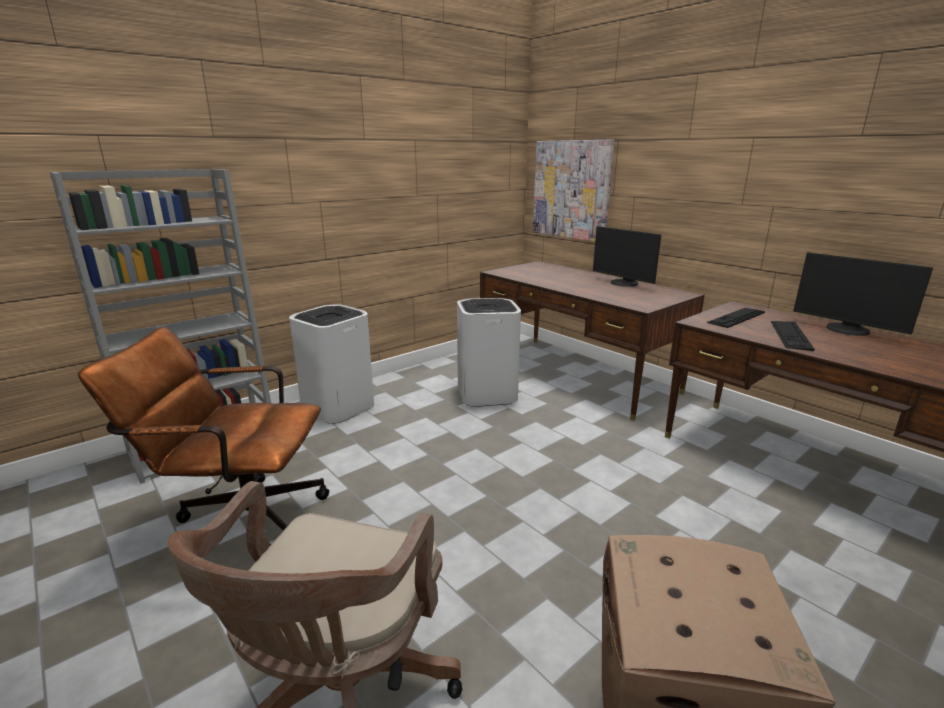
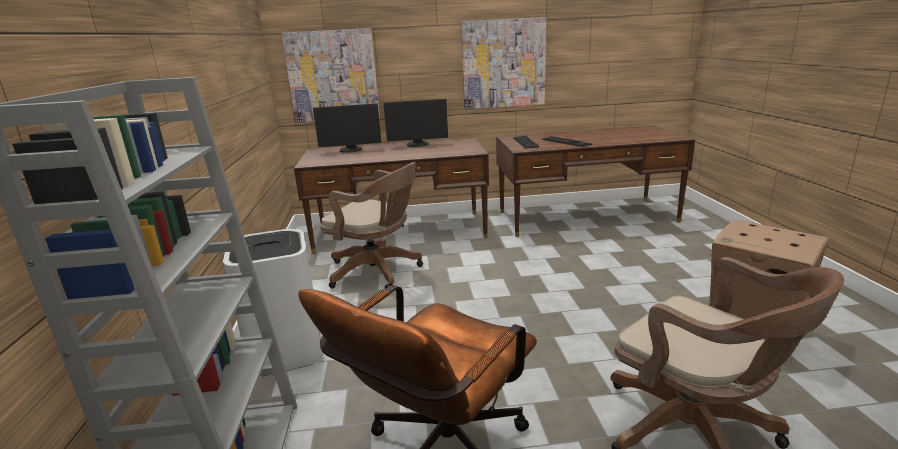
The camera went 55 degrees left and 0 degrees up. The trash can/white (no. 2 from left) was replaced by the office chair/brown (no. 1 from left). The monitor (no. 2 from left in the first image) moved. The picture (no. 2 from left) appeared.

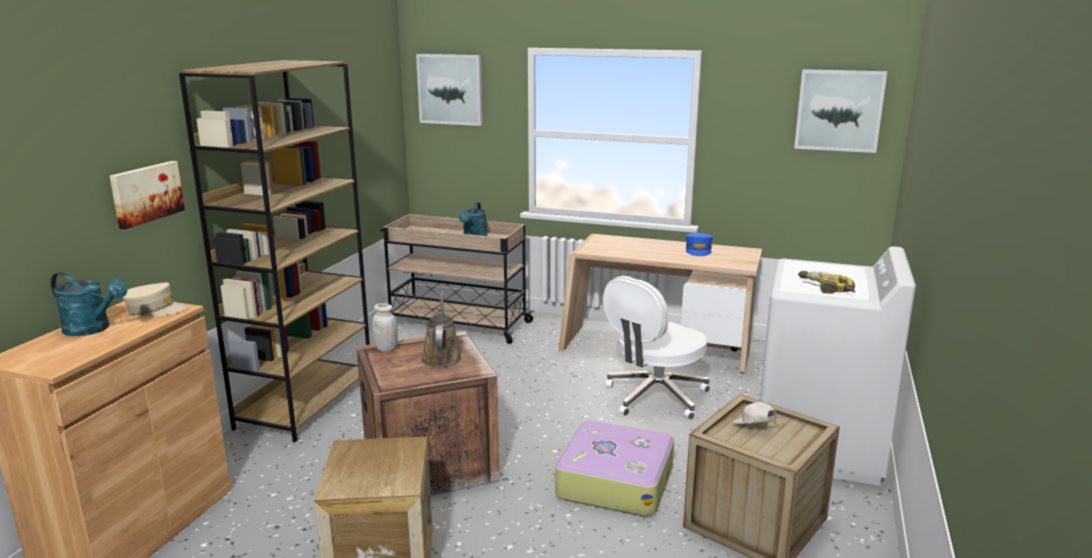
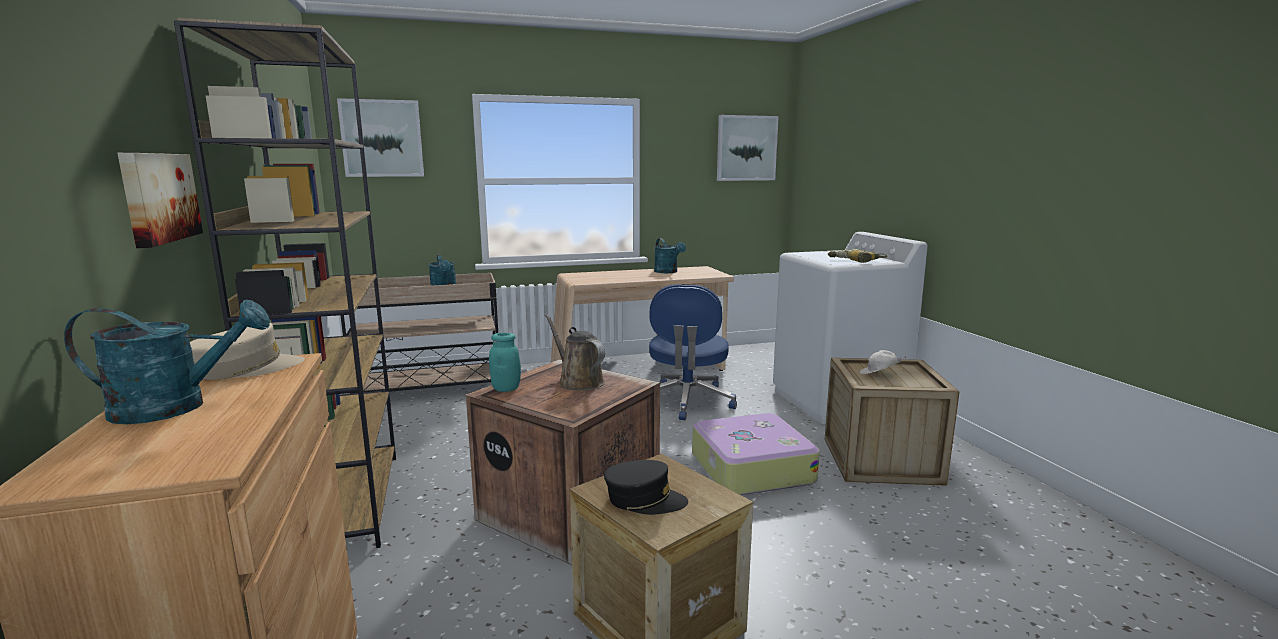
The camera went 35 degrees left and 5 degrees down. The jar/white became the jar/turquoise. The office chair/white became the office chair/blue. The cap/blue was replaced by the watering can/turquoise (no. 3 from left). The cap/black appeared.

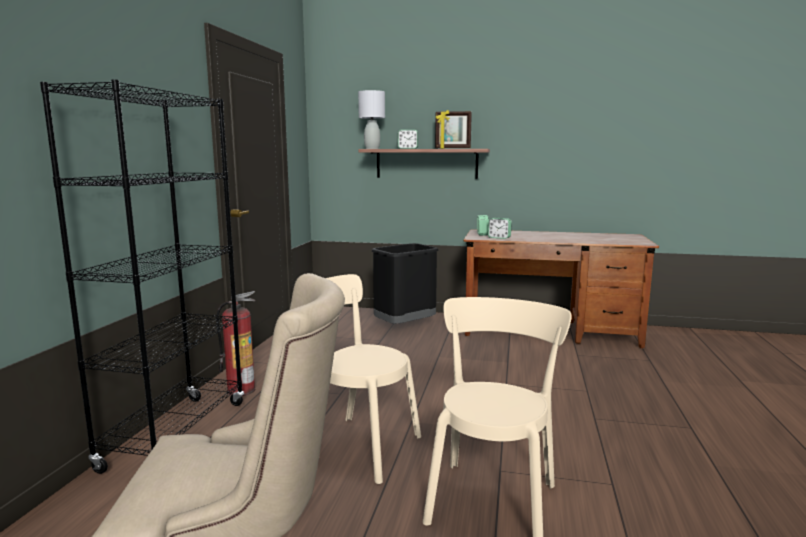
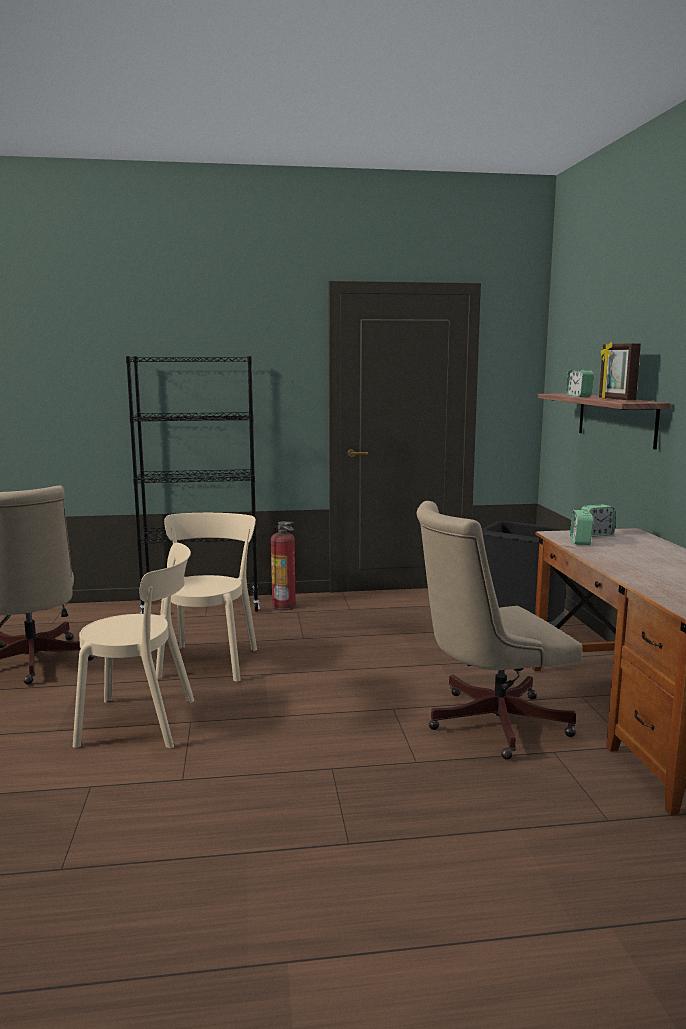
The camera went 70 degrees right and 0 degrees up. The table lamp/grey disappeared. The office chair/beige (no. 2 from left) appeared.

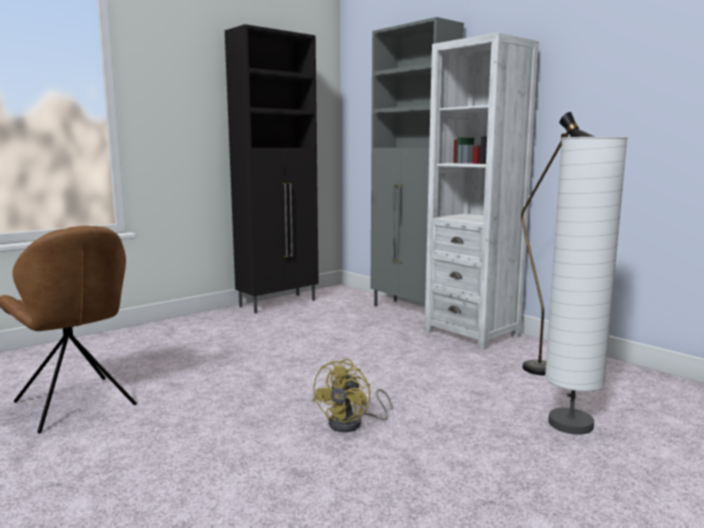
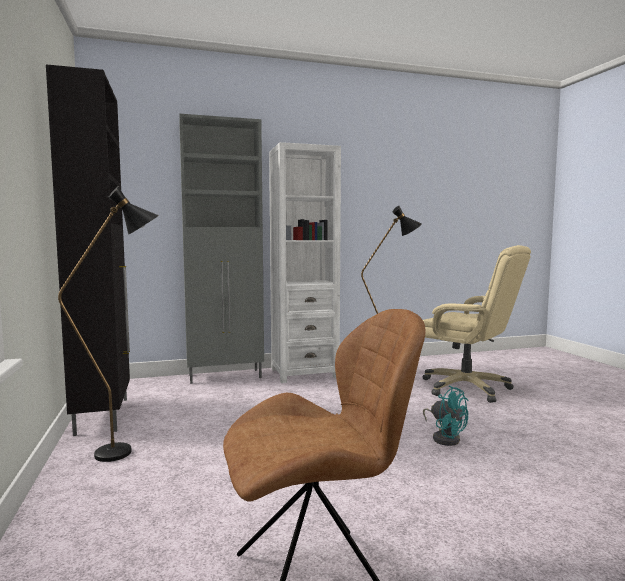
The camera went 65 degrees left and 5 degrees down. The fan/yellow became the fan/turquoise. The floor lamp/white was replaced by the office chair/beige. The floor lamp/black (no. 1 from left) appeared.

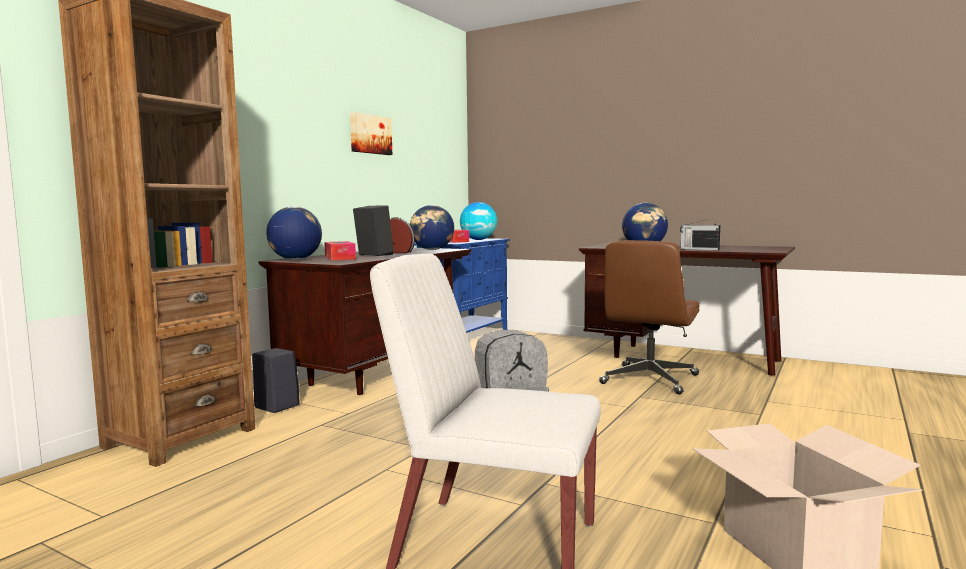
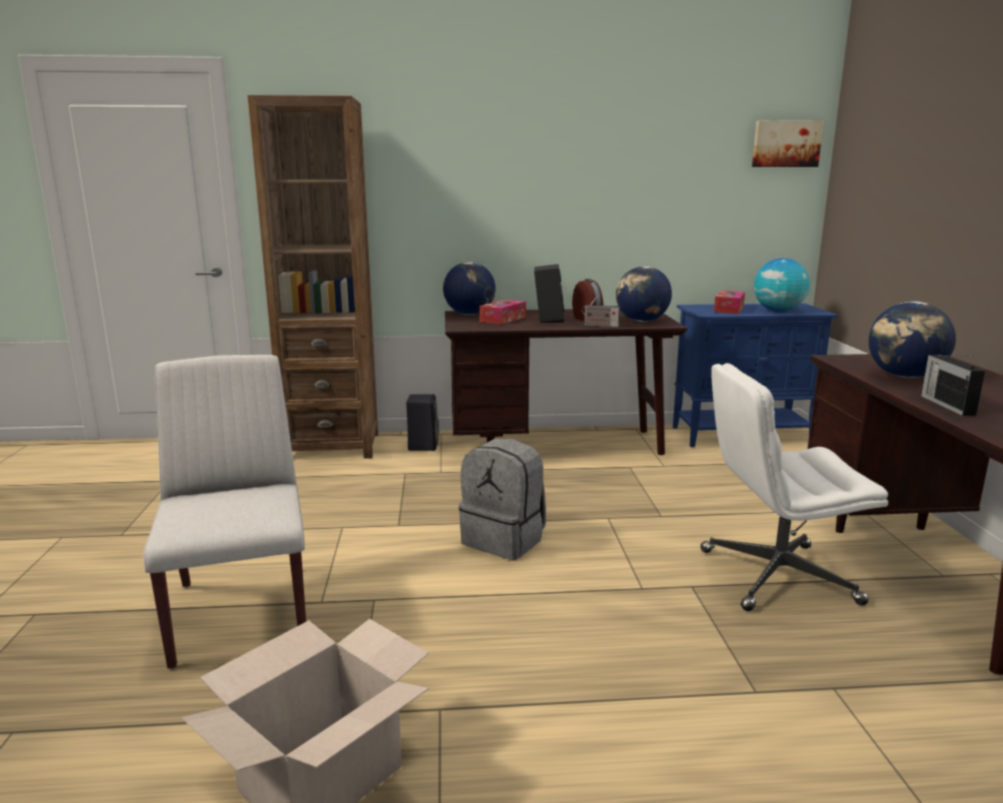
The camera went 55 degrees right and 10 degrees up. The picture moved. The office chair/brown became the office chair/white. The radio (no. 1 from left) appeared.

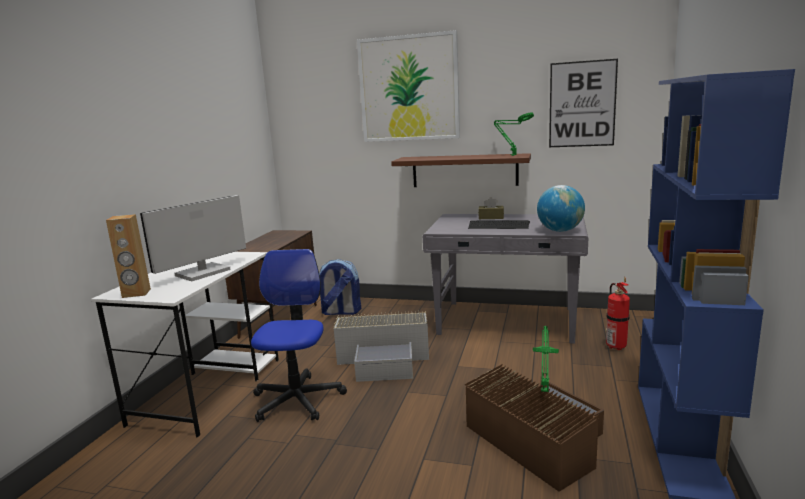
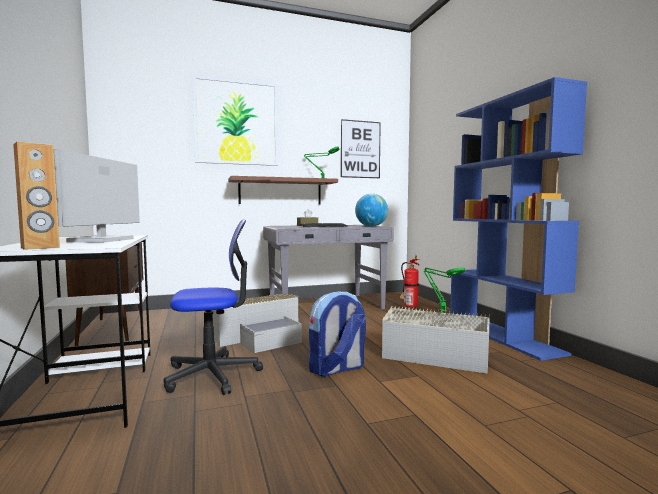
The camera went 35 degrees left and 10 degrees down. The office chair turned 105 degrees clockwise. The backpack moved. The storage box/brown became the storage box/grey (no. 2 from left).

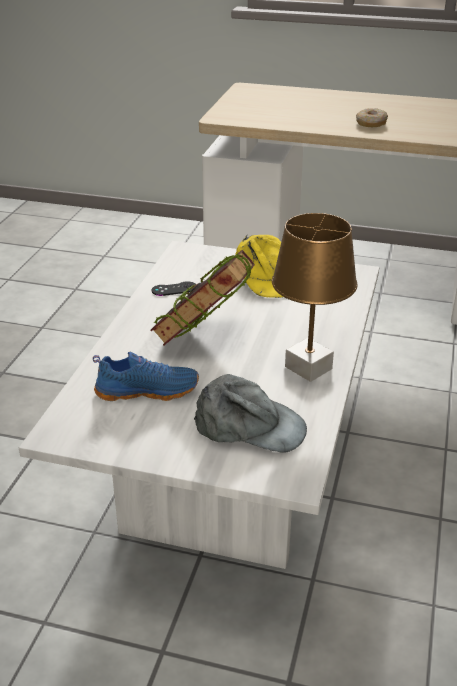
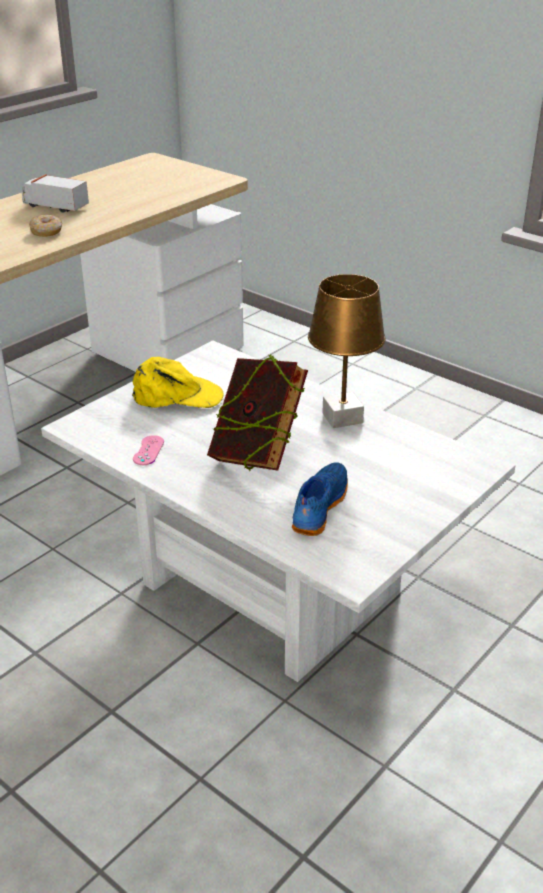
The camera went 65 degrees left and 0 degrees up. The game controller/black became the game controller/pink. The cap/grey disappeared. The toy truck appeared.

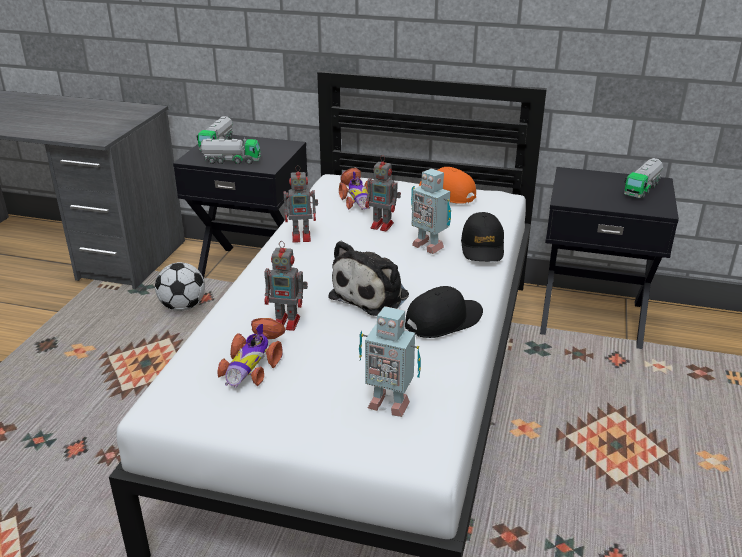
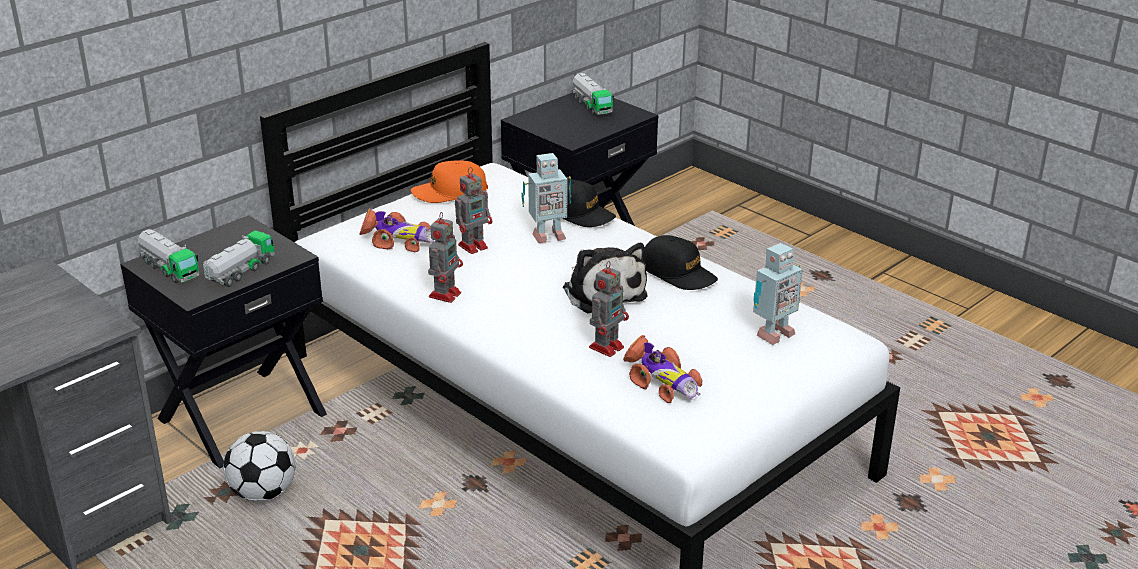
The camera went 60 degrees left and 0 degrees up. The cap/black (no. 1 from left in the first image) turned 135 degrees clockwise.

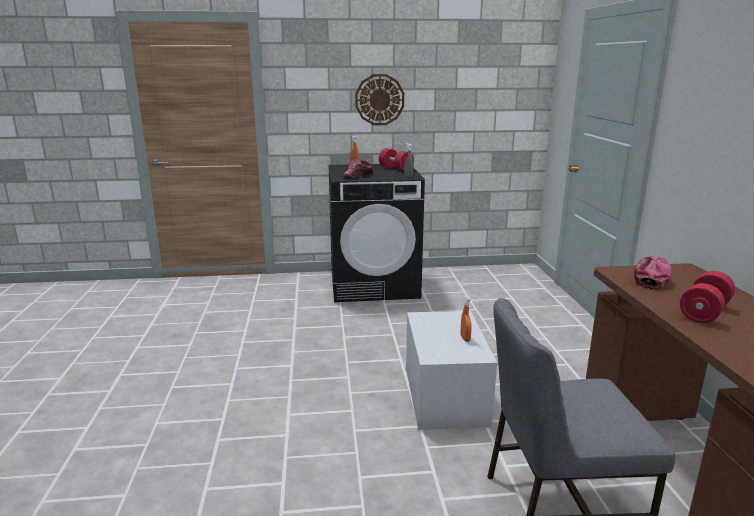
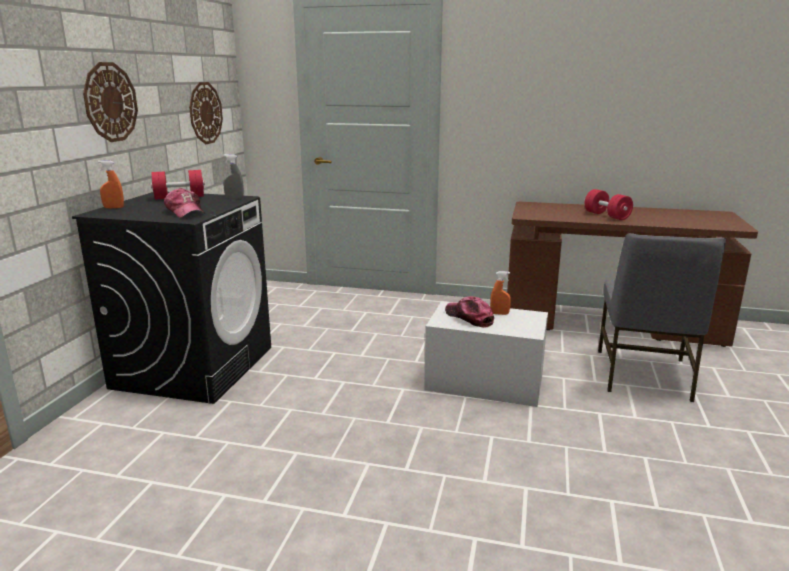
The camera went 70 degrees left and 0 degrees up. The cap (no. 2 from left) moved. The wall clock (no. 2 from left) appeared.

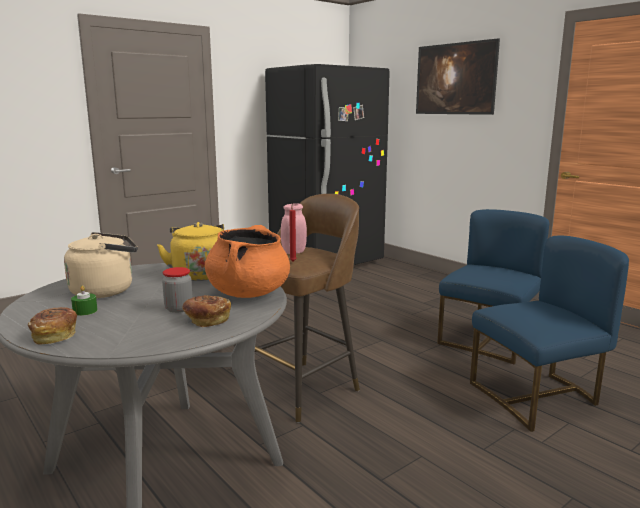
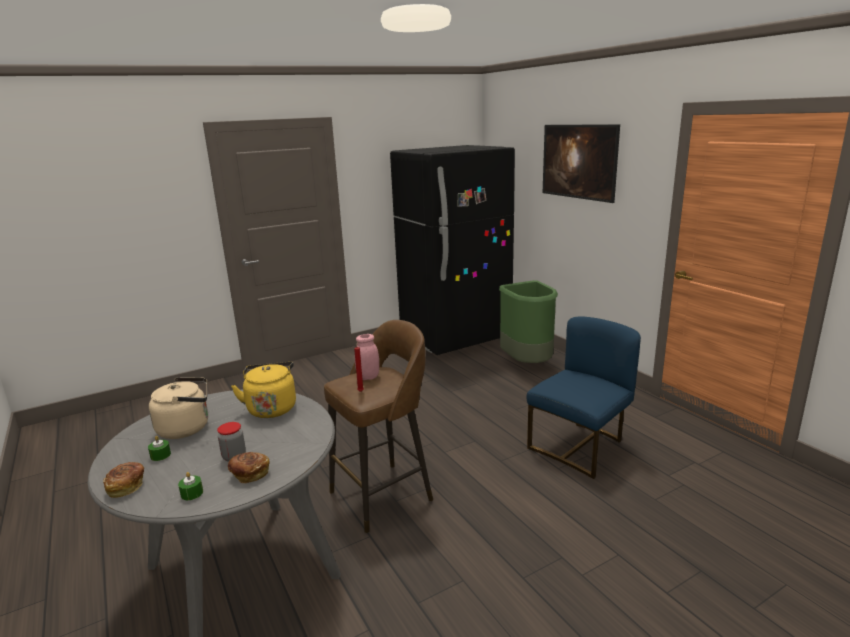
The camera went 10 degrees right and 5 degrees up. The cooking pot/orange disappeared. The chair/blue (no. 2 from left) disappeared. The candle/green (no. 2 from left) appeared. The trash can/green appeared.

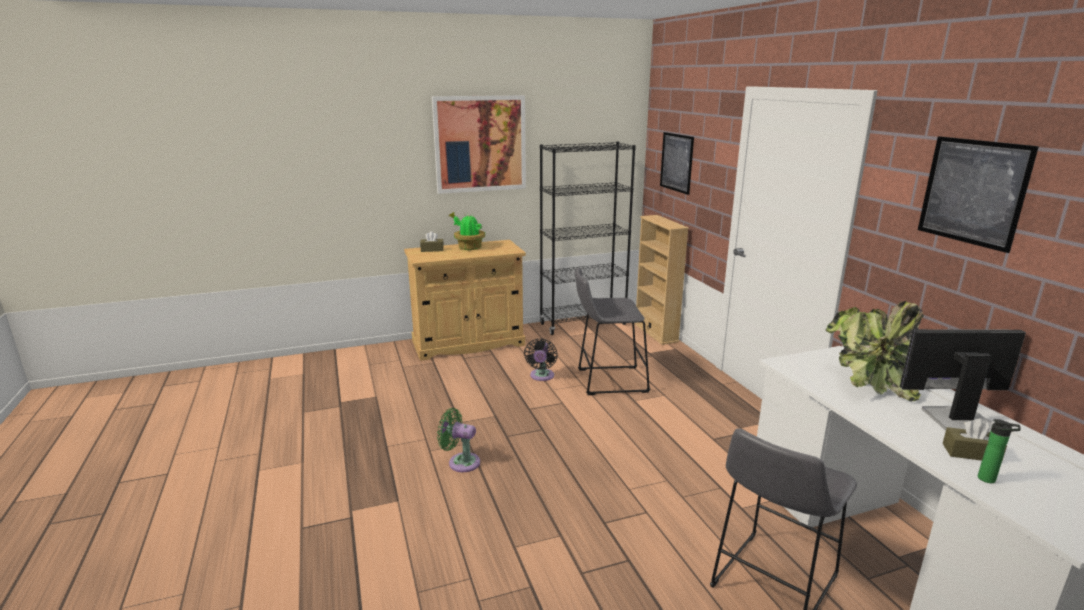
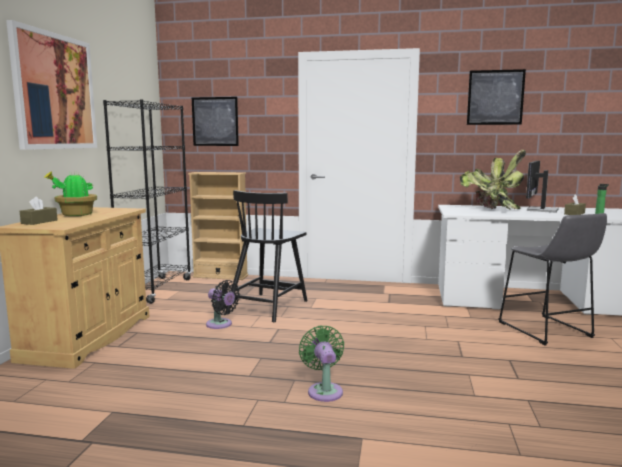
The camera went 60 degrees left and 10 degrees down. The fan/green turned 120 degrees clockwise. The stool/grey (no. 1 from left) was replaced by the chair/black.

